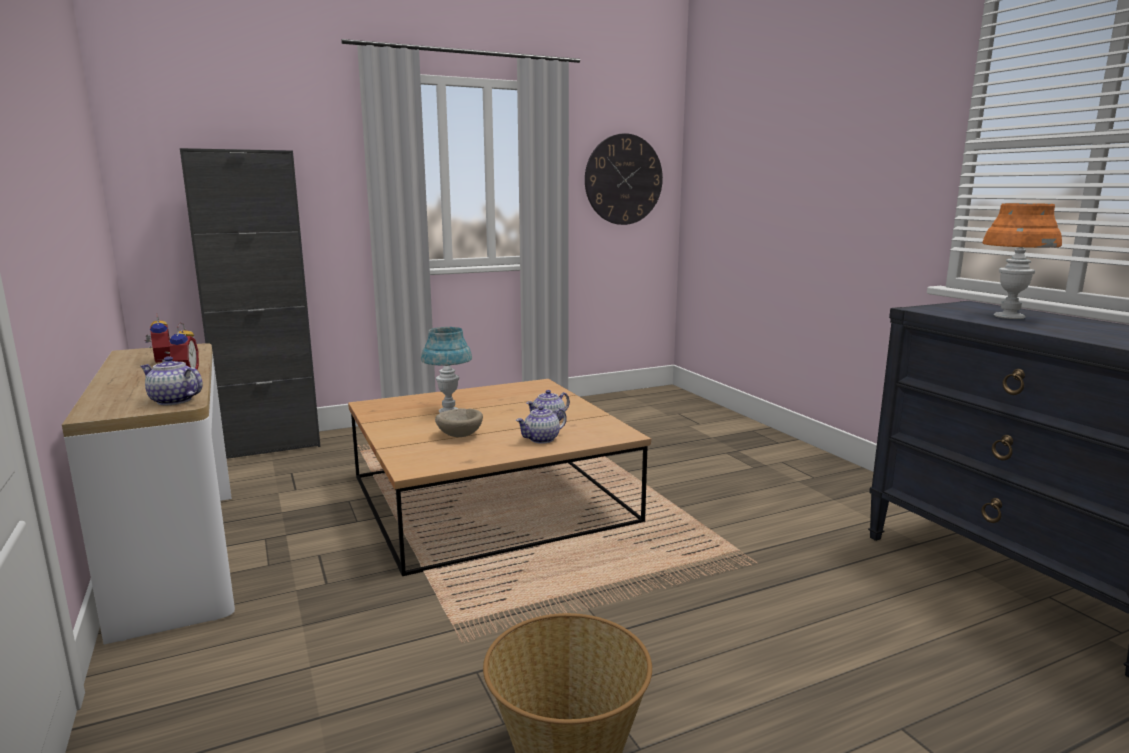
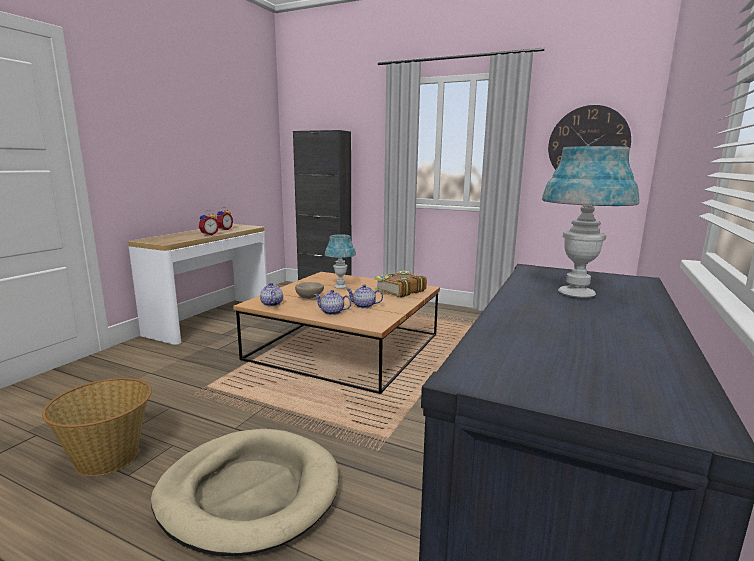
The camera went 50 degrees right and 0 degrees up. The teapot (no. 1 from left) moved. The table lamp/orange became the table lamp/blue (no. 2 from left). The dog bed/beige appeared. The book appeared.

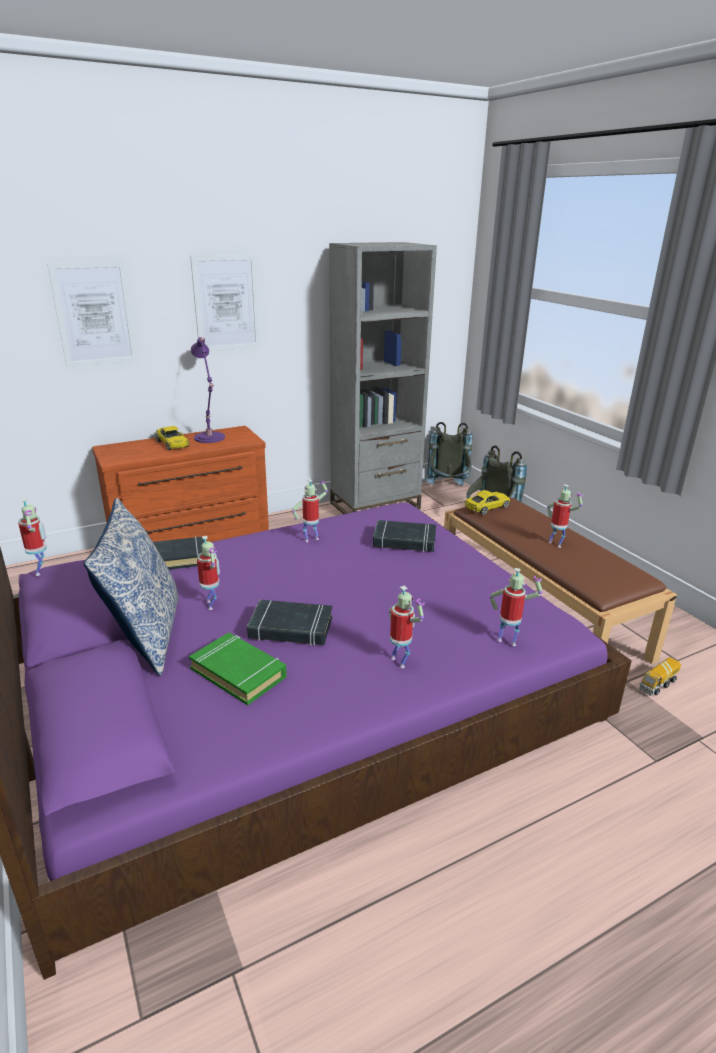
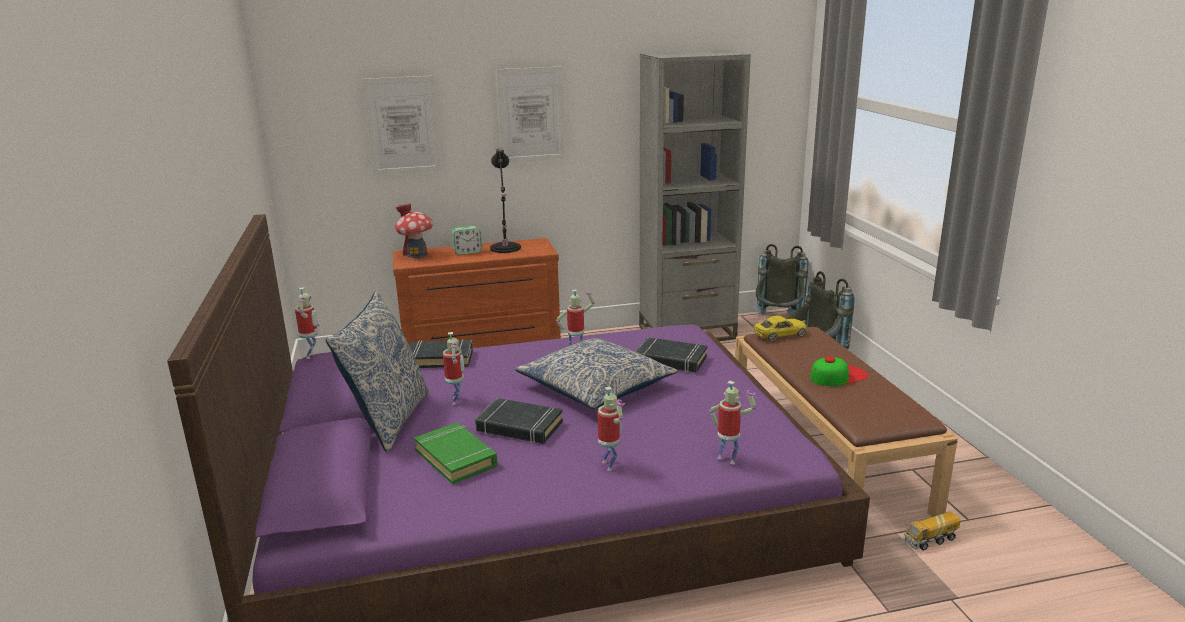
The camera went 15 degrees right and 5 degrees down. The toy car/yellow (no. 1 from left) was replaced by the alarm clock. The table lamp/purple became the table lamp/black. The toy robot (no. 6 from left) was replaced by the cap. The toy house appeared. The pillow (no. 2 from left) appeared.

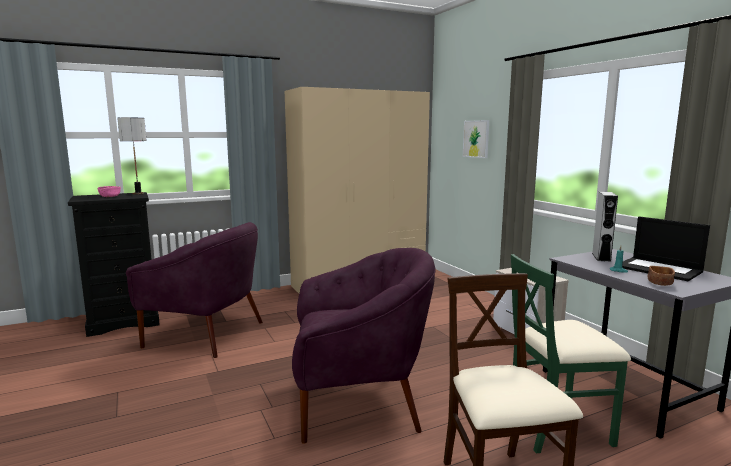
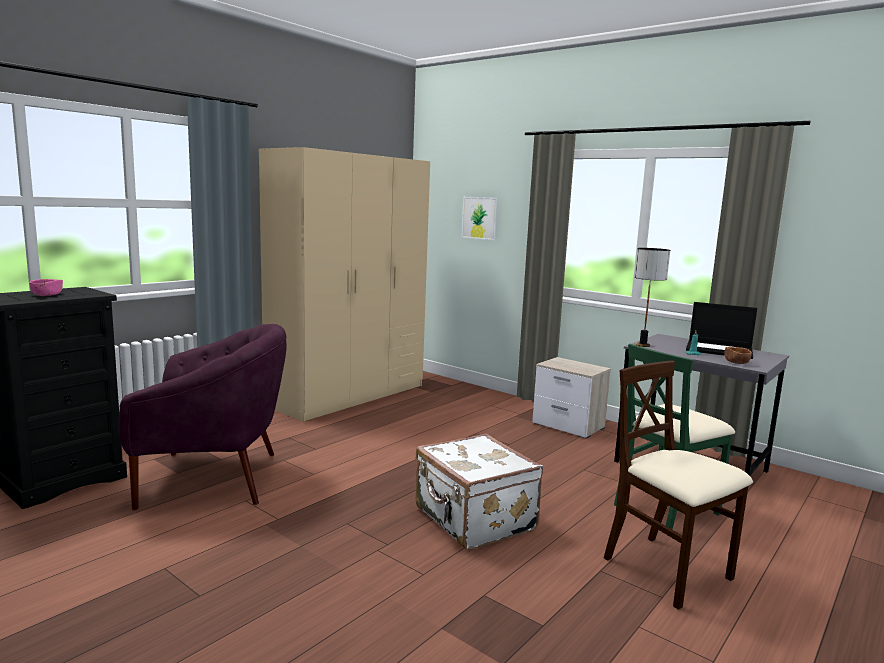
The camera went 25 degrees left and 0 degrees up. The table lamp moved. The armchair/purple (no. 2 from left) was replaced by the suitcase/white. The speaker/grey disappeared.

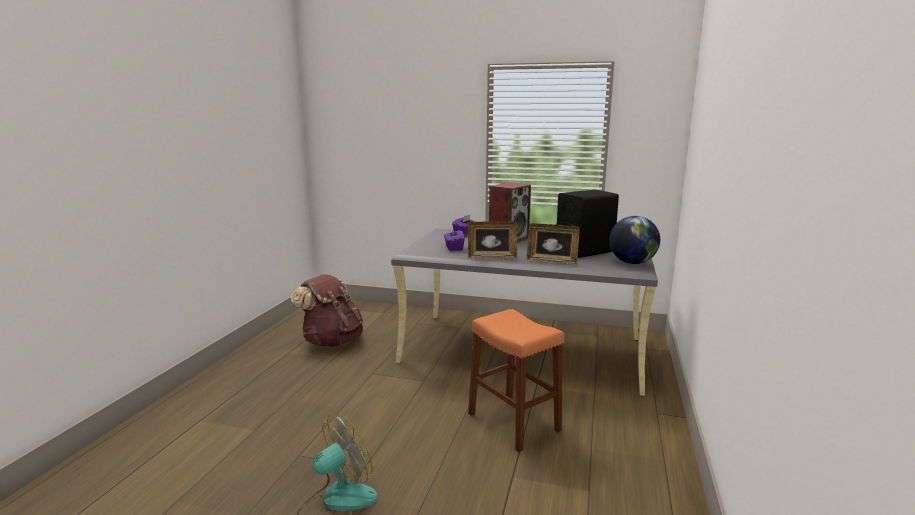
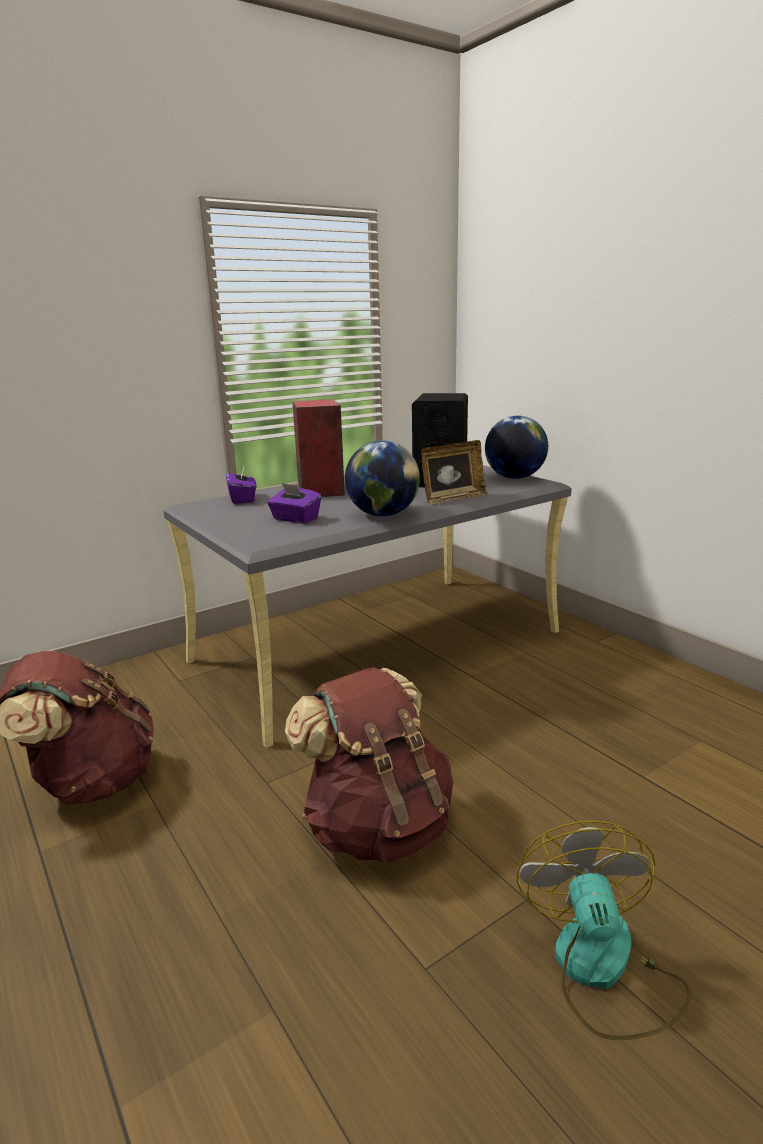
The camera went 50 degrees left and 5 degrees up. The picture frame (no. 1 from left) was replaced by the globe (no. 1 from left). The stool/orange disappeared. The backpack/brown (no. 2 from left) appeared.

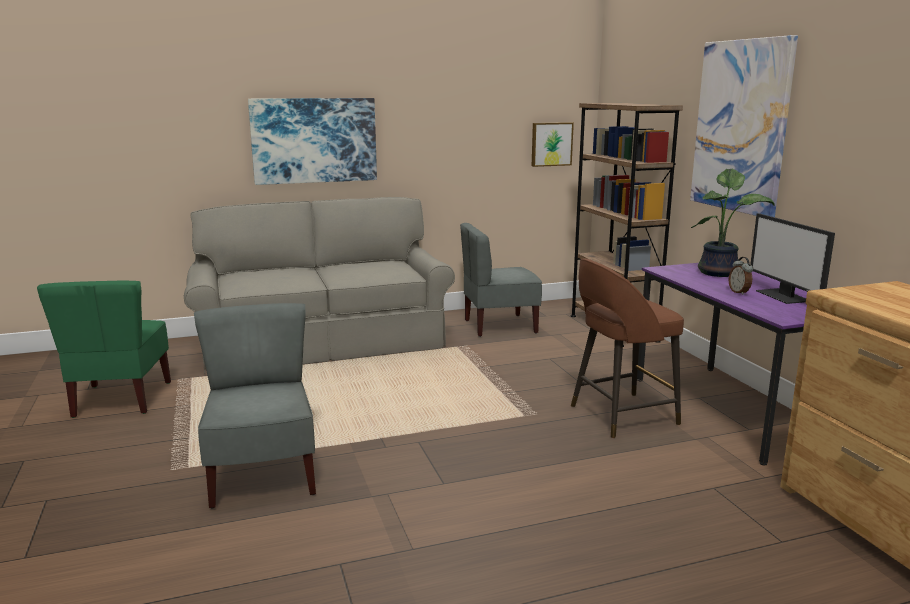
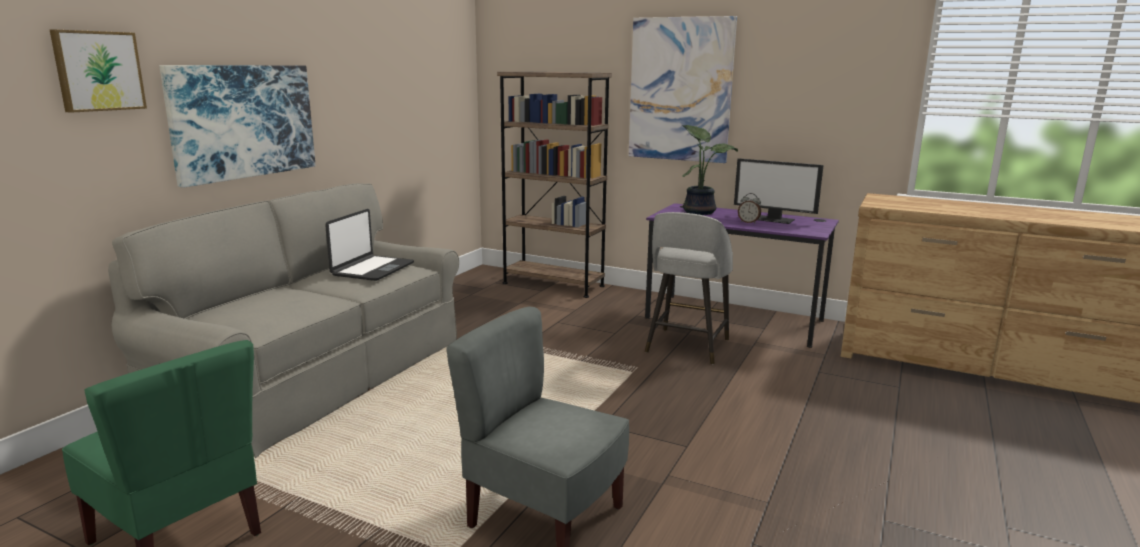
The camera went 45 degrees left and 0 degrees up. The chair/grey (no. 2 from left) disappeared. The picture (no. 2 from left in the first image) moved. The stool/brown became the stool/grey. The laptop appeared.

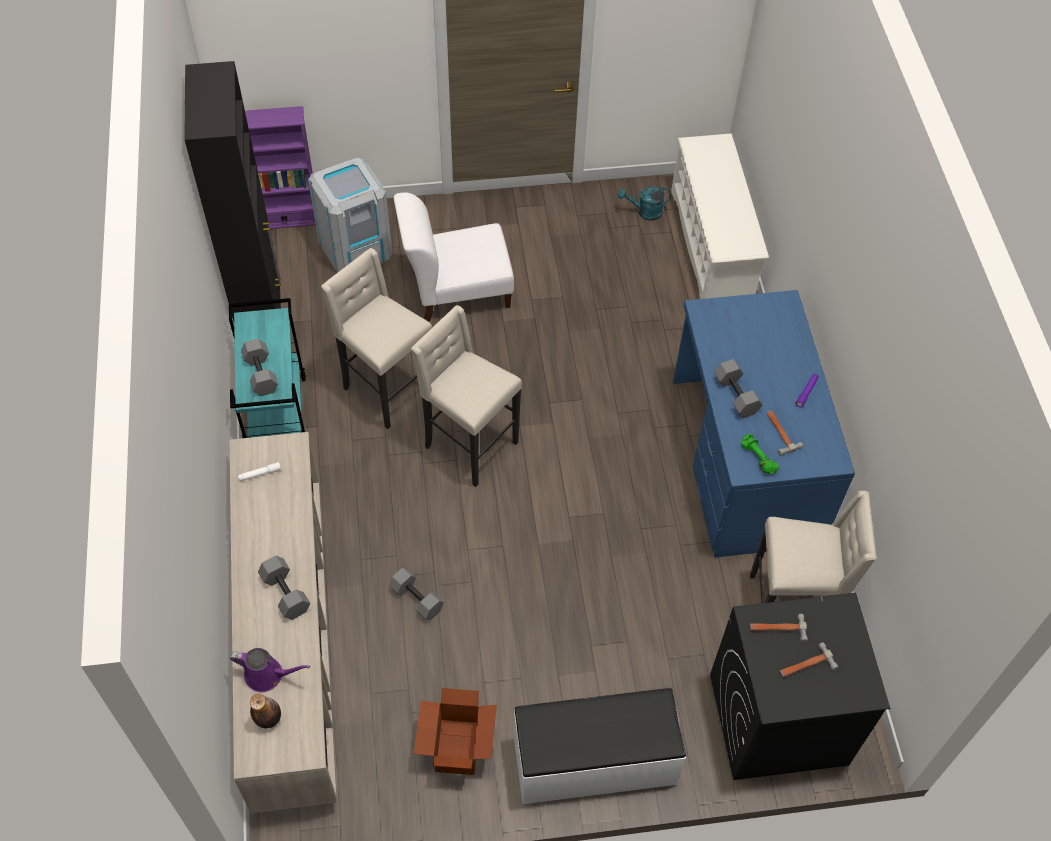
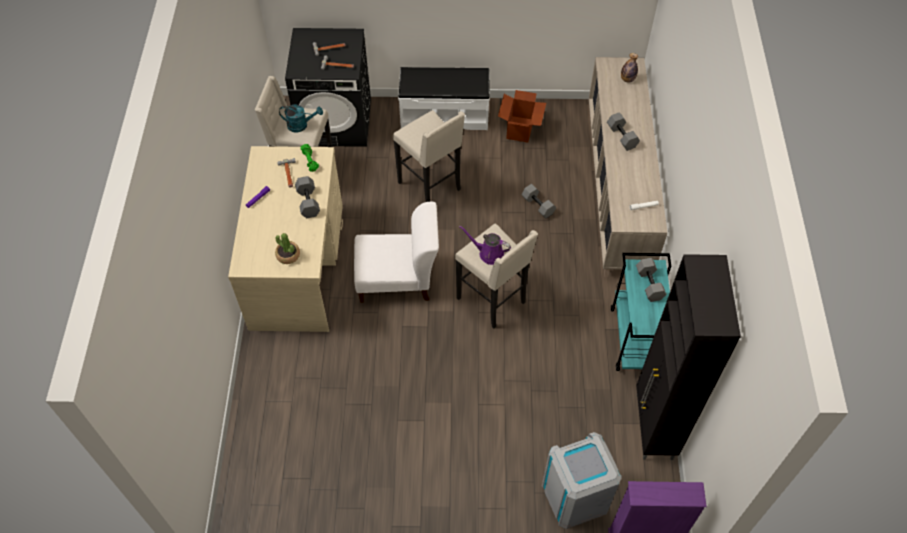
The camera went 170 degrees left and 0 degrees up. The watering can/purple moved. The stool/beige (no. 1 from left in the first image) moved. The chair/white moved. The watering can/turquoise moved. The shoe rack/white disappeared. The desk/blue became the desk/beige. The potted plant appeared.

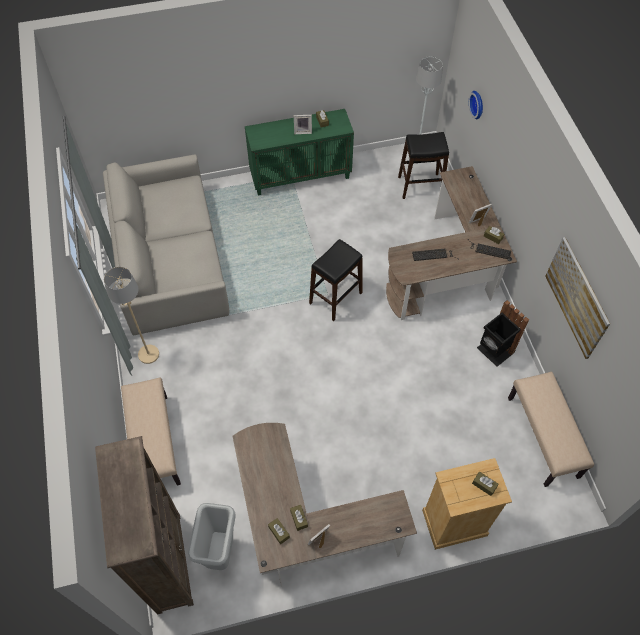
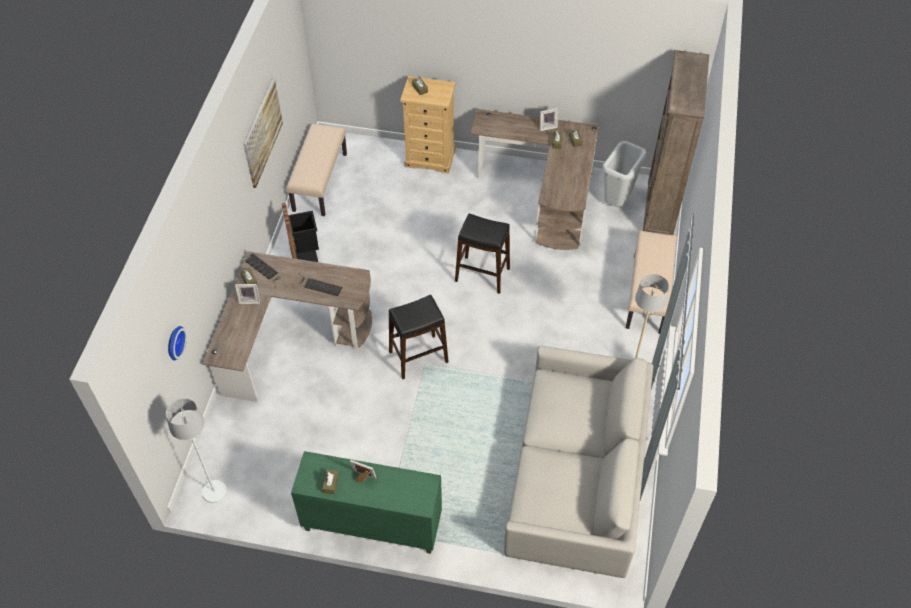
The camera went 155 degrees left and 5 degrees down. The stool/black (no. 2 from left) moved.

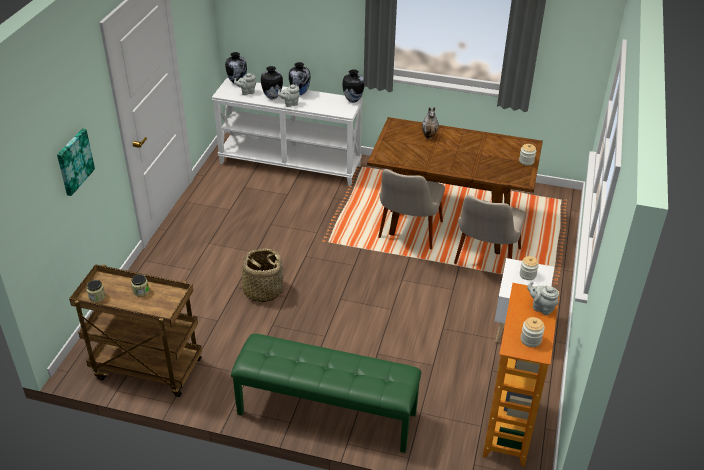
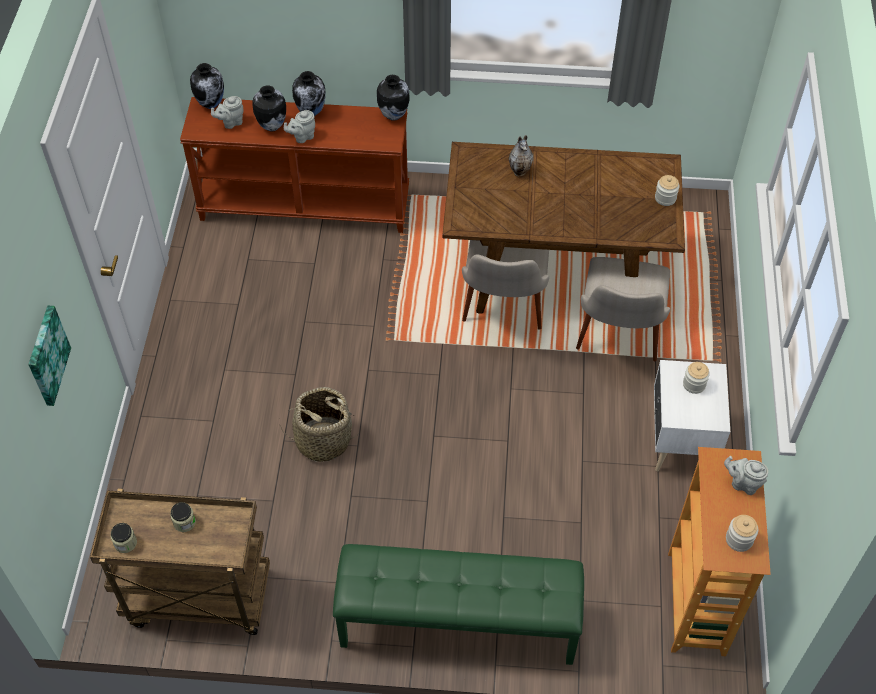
The camera went 10 degrees left and 15 degrees up. The console table/white became the console table/brown.

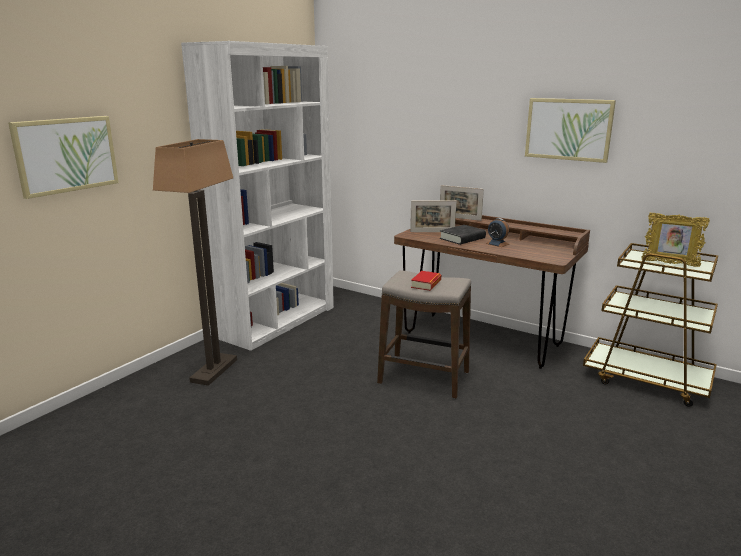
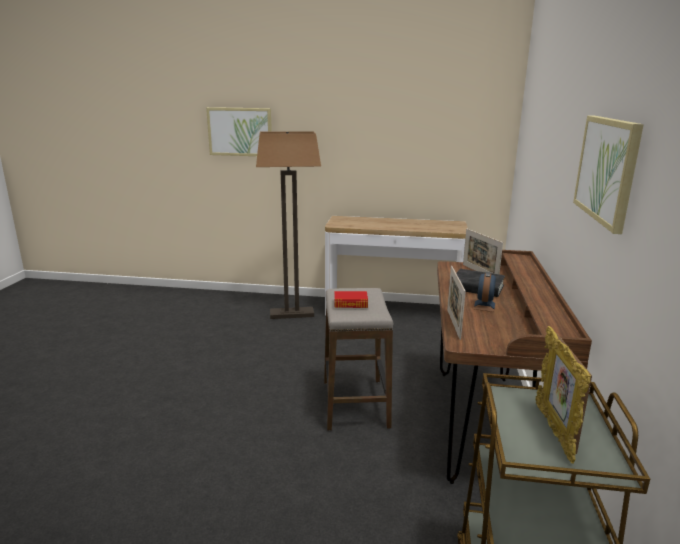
The camera went 65 degrees right and 0 degrees up. The bookcase/white was replaced by the console table. The picture frame (no. 2 from left in the first image) moved.

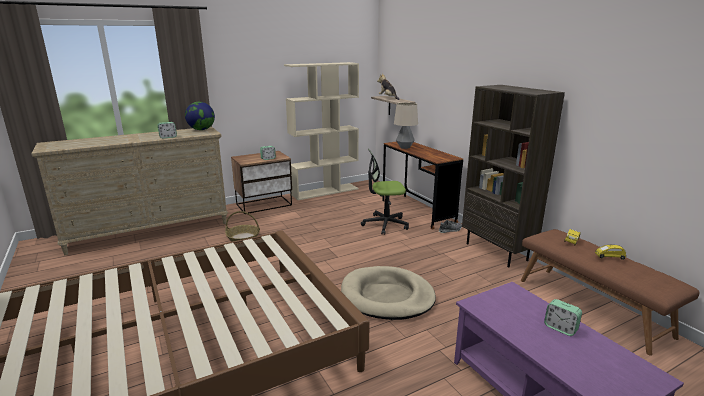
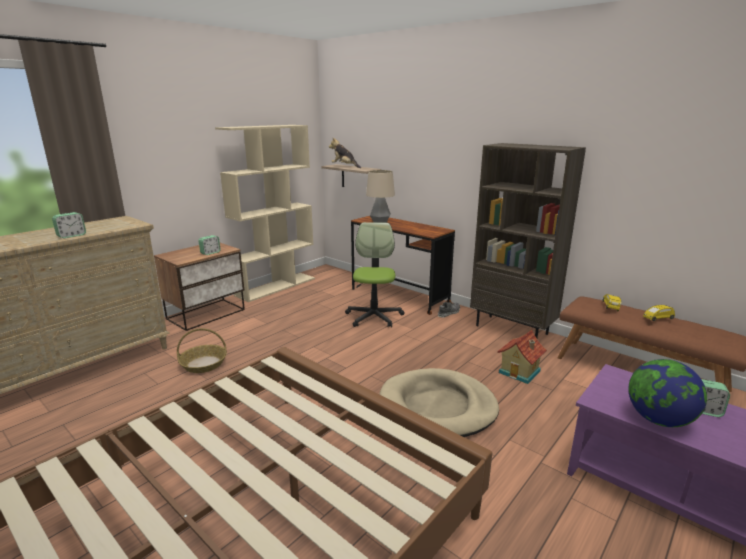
The camera went 20 degrees left and 0 degrees up. The globe moved. The office chair turned 120 degrees clockwise. The toy house appeared.

